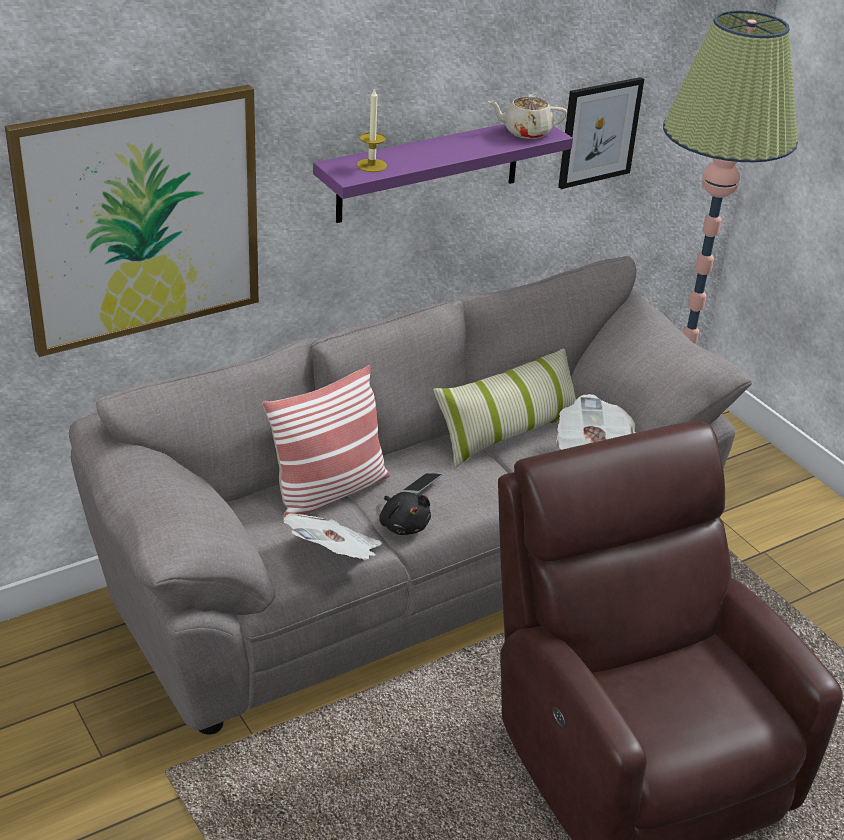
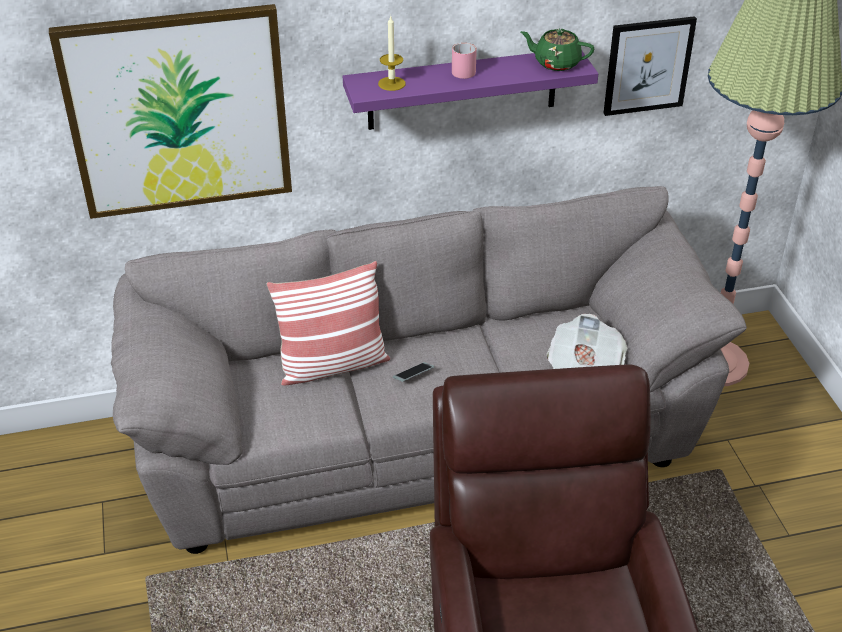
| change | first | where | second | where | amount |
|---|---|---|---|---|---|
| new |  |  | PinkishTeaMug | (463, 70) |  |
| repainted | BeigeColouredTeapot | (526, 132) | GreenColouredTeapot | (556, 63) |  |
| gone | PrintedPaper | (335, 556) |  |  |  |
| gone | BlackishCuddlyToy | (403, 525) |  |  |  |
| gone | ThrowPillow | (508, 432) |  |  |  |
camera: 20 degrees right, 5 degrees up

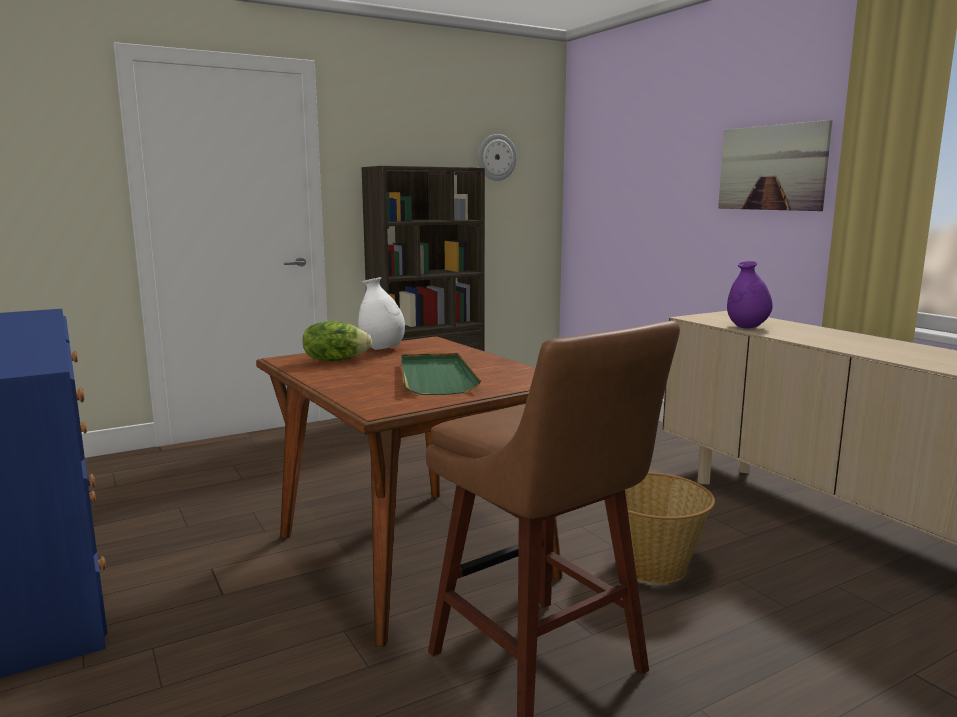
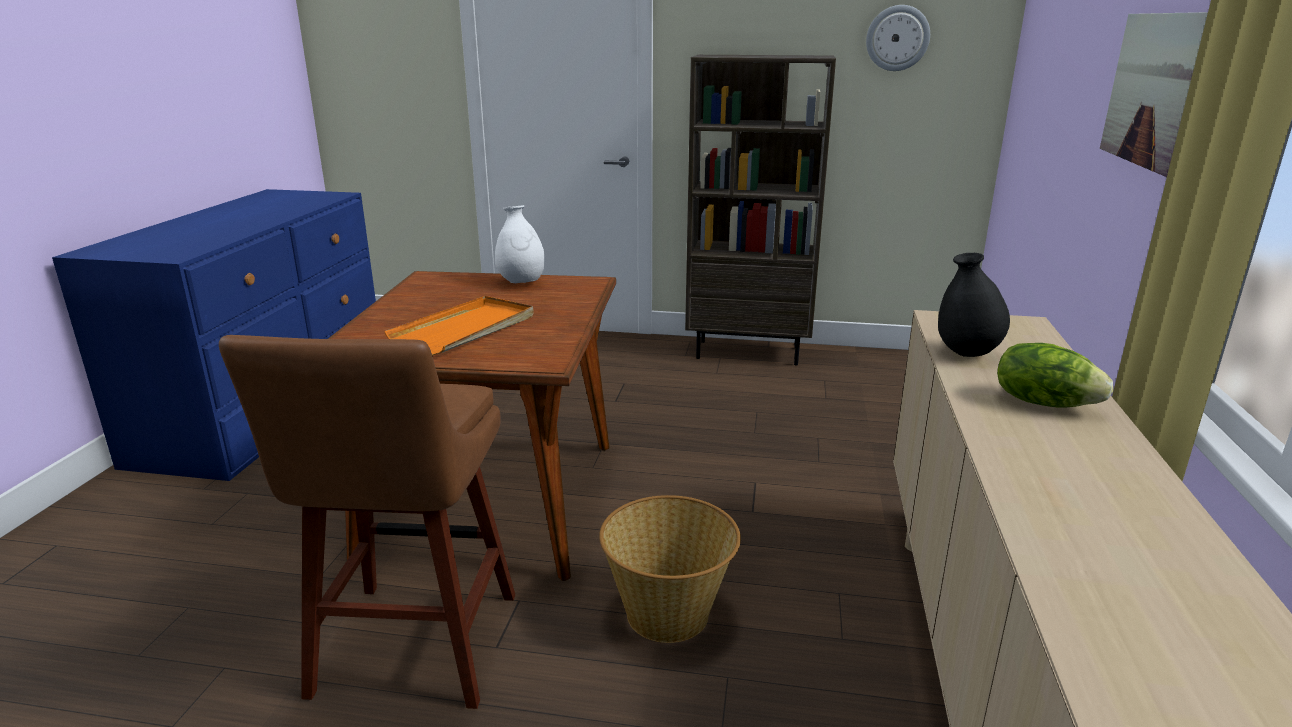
| change | first | where | second | where | amount |
|---|---|---|---|---|---|
| repainted | GreenColouredCarryingTray | (435, 377) | OrangeColouredCarryingTray | (465, 330) |  |
| repainted | PurplishFlowerVase | (747, 327) | BlackishFlowerVase | (967, 353) |  |
| shifted | LettuceHead | (335, 360) |  | (1043, 402) |  |
camera: 40 degrees right, 10 degrees up

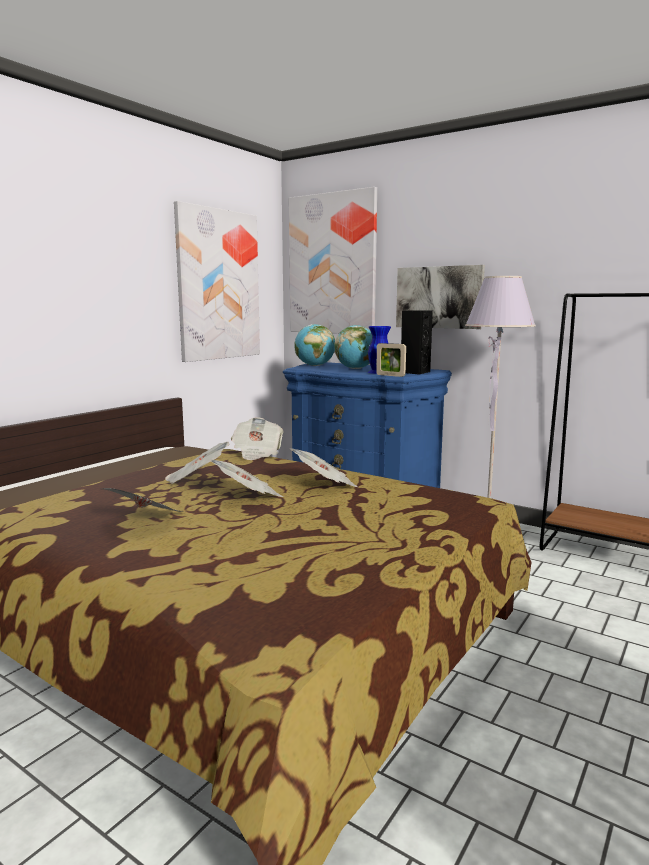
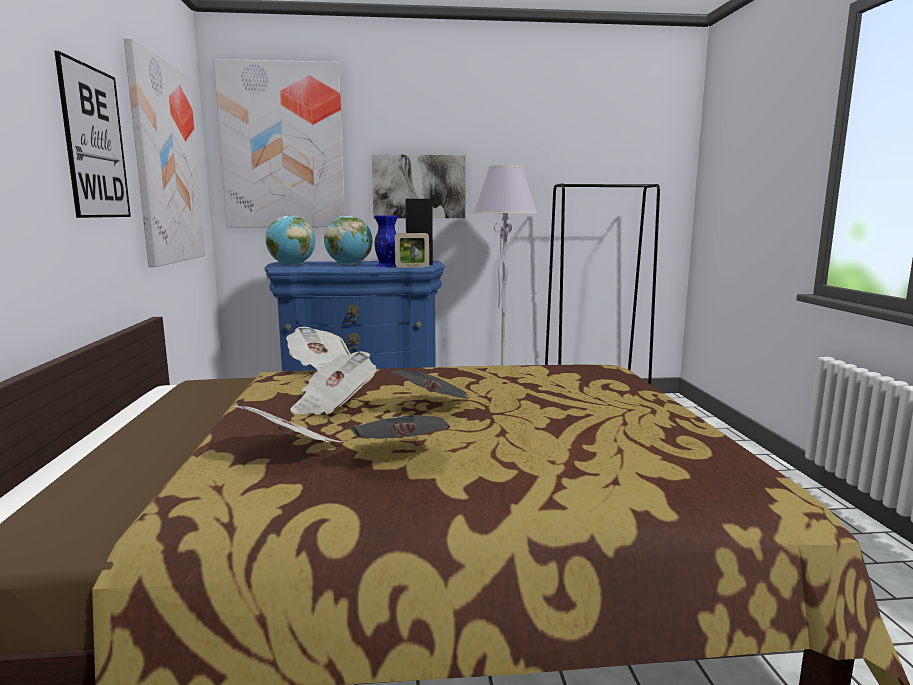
| change | first | where | second | where | amount |
|---|---|---|---|---|---|
| new |  |  | WallArt | (95, 143) |  |
| shifted | PrintedPaper | (324, 485) |  | (292, 451) |  |
camera: 40 degrees left, 0 degrees up

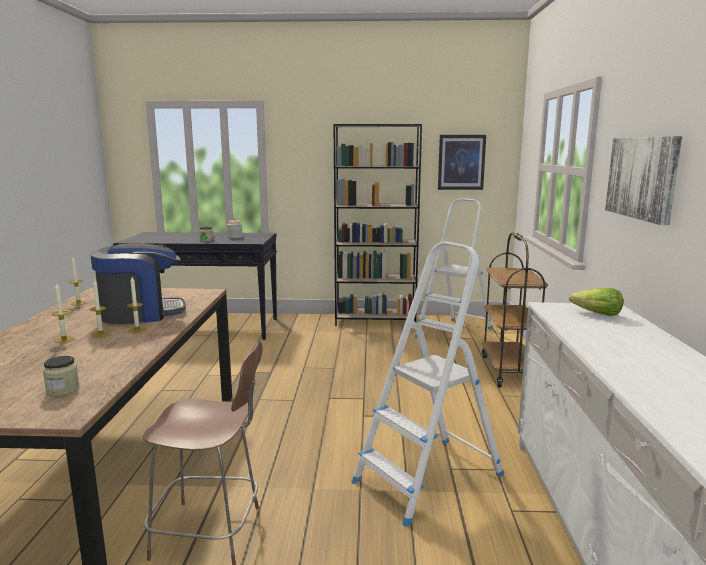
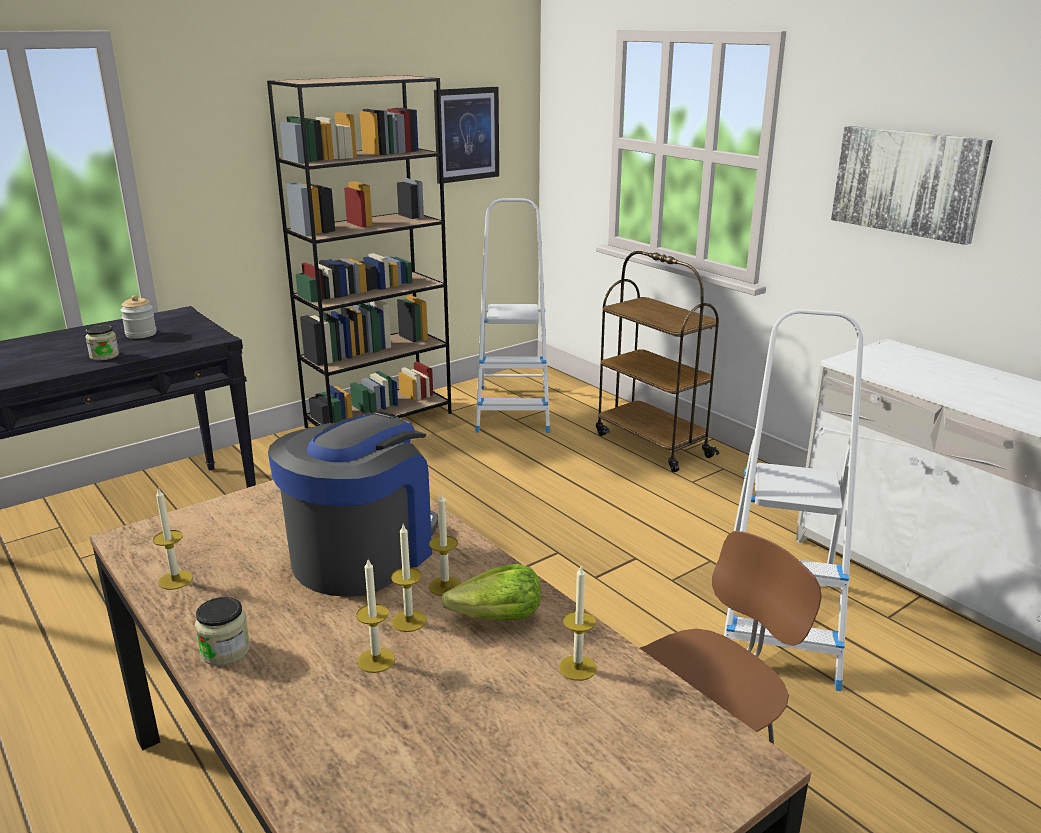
| change | first | where | second | where | amount |
|---|---|---|---|---|---|
| shifted | PreserveJar | (63, 390) |  | (225, 651) |  |
| shifted | LettuceHead | (597, 314) |  | (497, 618) |  |
| new |  |  | WaxCandle | (577, 668) |  |
camera: 40 degrees left, 10 degrees up

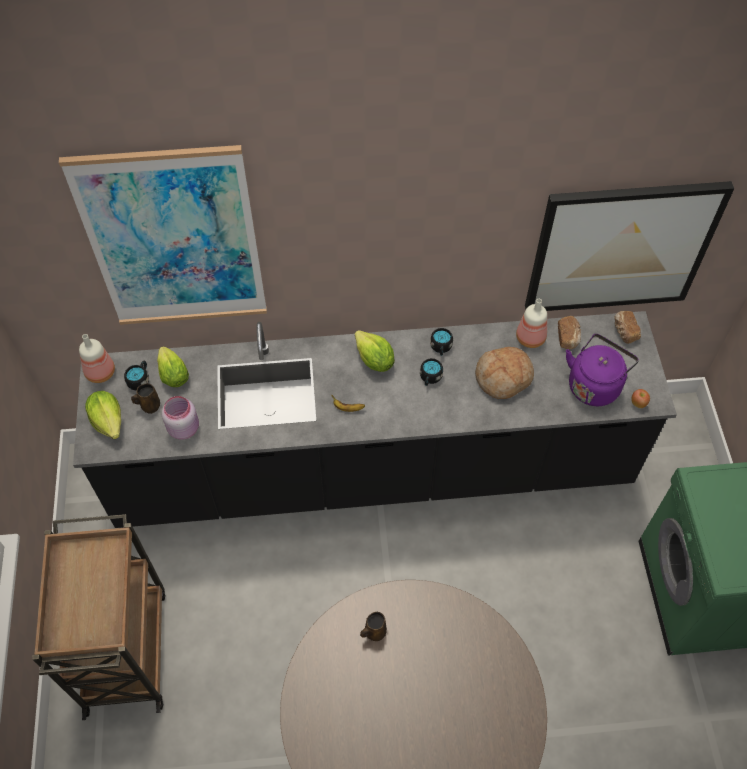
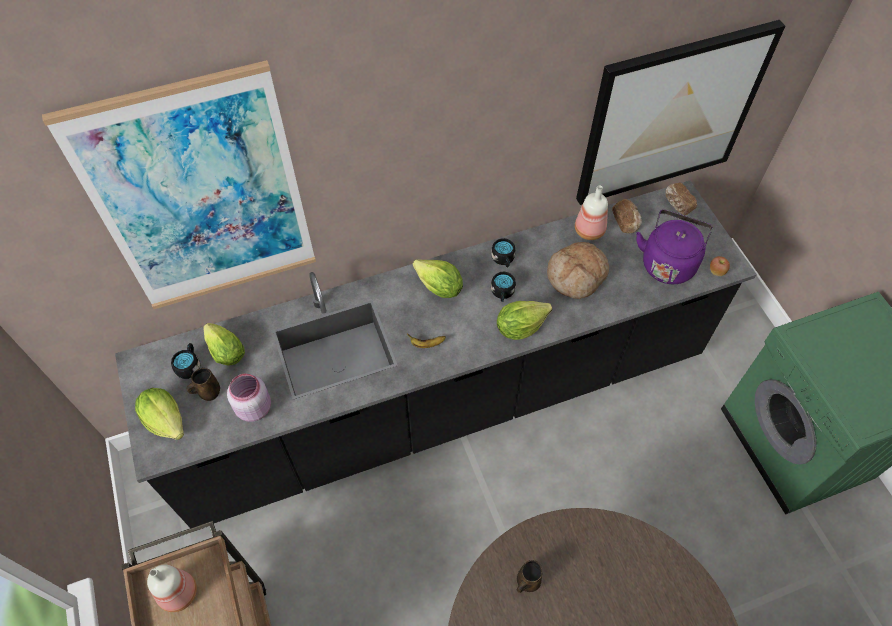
| change | first | where | second | where | amount |
|---|---|---|---|---|---|
| shifted | BeverageBottle | (100, 373) |  | (178, 594) |  |
| new |  |  | LettuceHead | (520, 327) |  |
camera: 15 degrees left, 0 degrees up

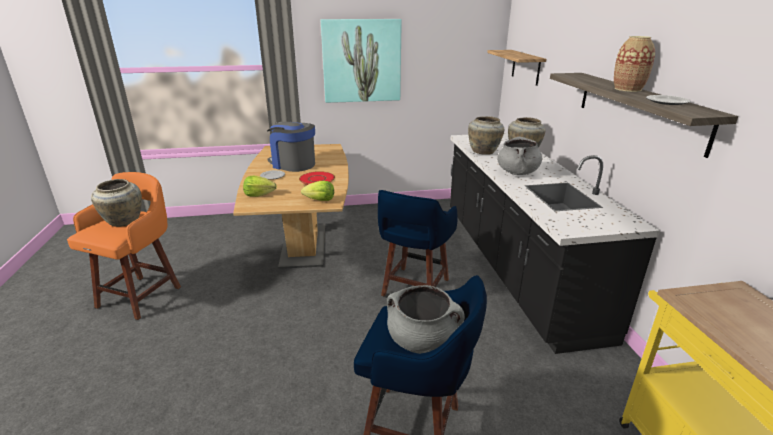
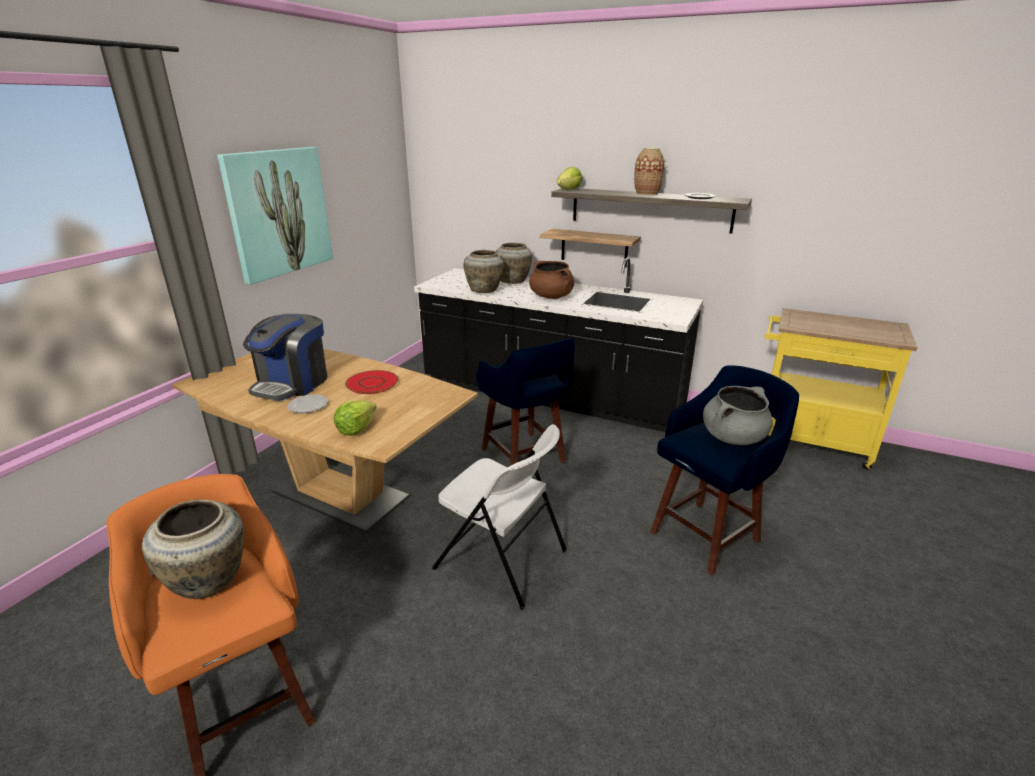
| change | first | where | second | where | amount |
|---|---|---|---|---|---|
| rotated | CoffeeMaker | (293, 164) |  | (292, 384) | 45 degrees counterclockwise |
| new |  |  | WhiteColouredChair | (500, 559) |  |
| repainted | GreyishCookingPot | (517, 172) | BrownCookingPot | (551, 296) |  |
| shifted | Shelf | (526, 67) |  | (594, 247) |  |
| shifted | LettuceHead | (320, 200) |  | (568, 189) |  |
camera: 55 degrees left, 0 degrees up

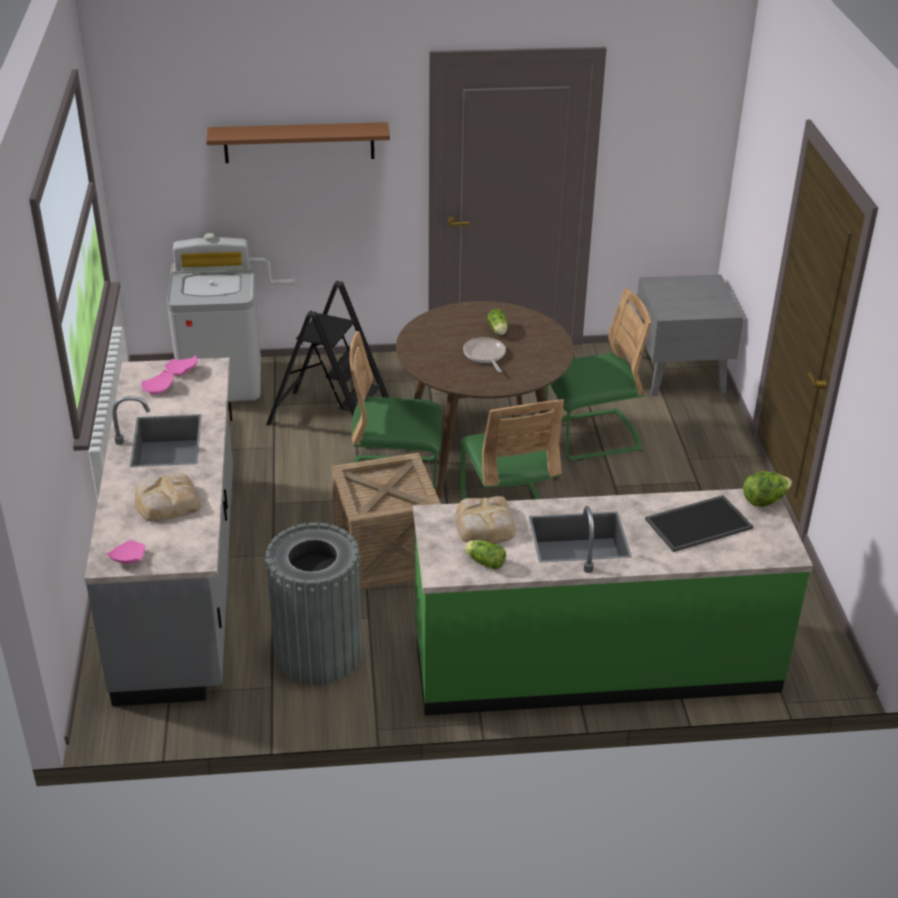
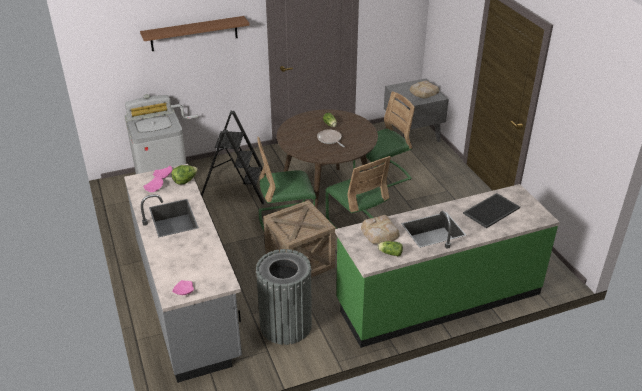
| change | first | where | second | where | amount |
|---|---|---|---|---|---|
| shifted | LettuceHead | (764, 500) |  | (185, 181) |  |
| shifted | BakedBread | (166, 502) |  | (423, 92) |  |
camera: 15 degrees left, 0 degrees up

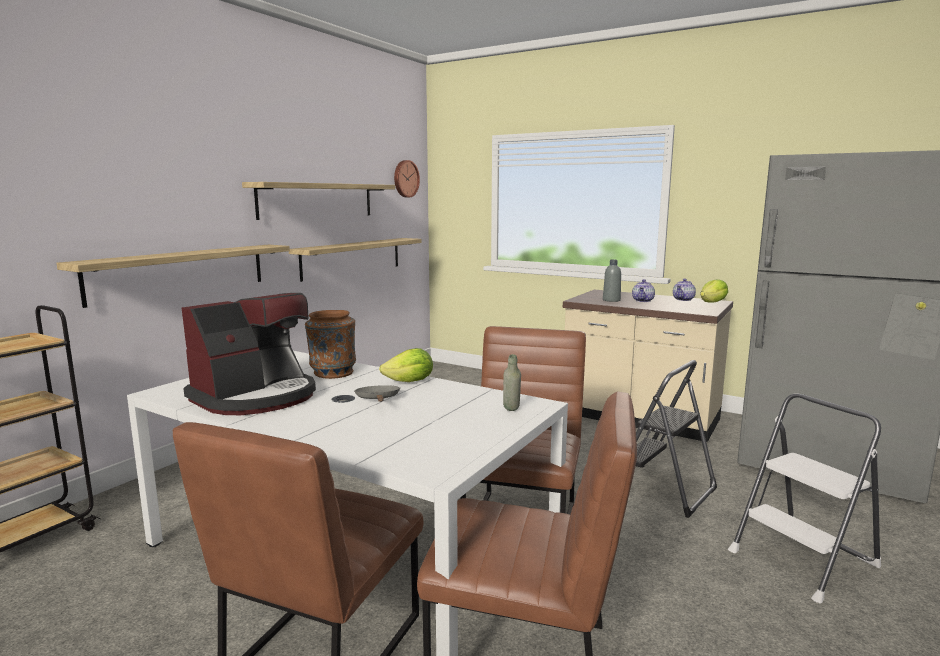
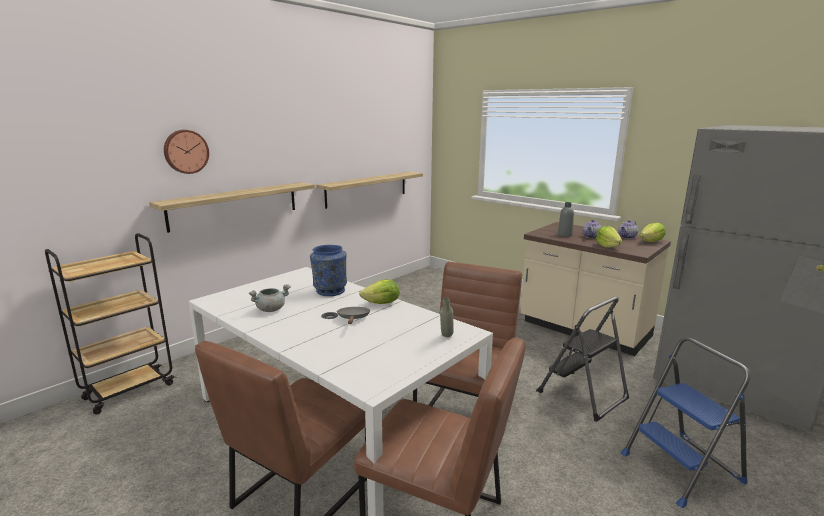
| change | first | where | second | where | amount |
|---|---|---|---|---|---|
| shifted | WallClock | (405, 178) |  | (185, 151) |  |
| swapped | CoffeeMaker | (256, 397) | GreyishCookingPot | (271, 309) |  |
| repainted | BrownFlowerVase | (332, 373) | BlueFlowerVase | (330, 291) |  |
| new |  |  | LettuceHead | (607, 246) |  |
| repainted | WhiteColouredStepLadder | (807, 557) | BlueStepLadder | (685, 467) |  |
| gone | Shelf | (317, 200) |  |  |  |
camera: 10 degrees right, 5 degrees up

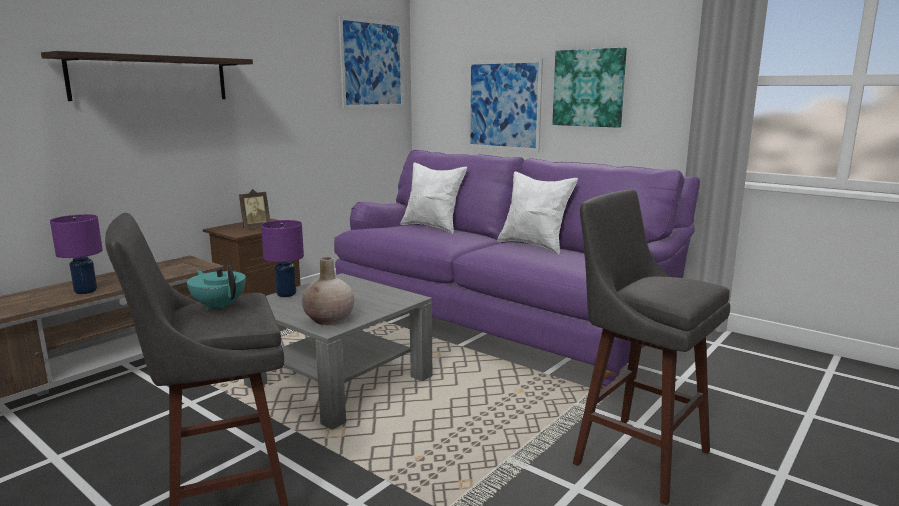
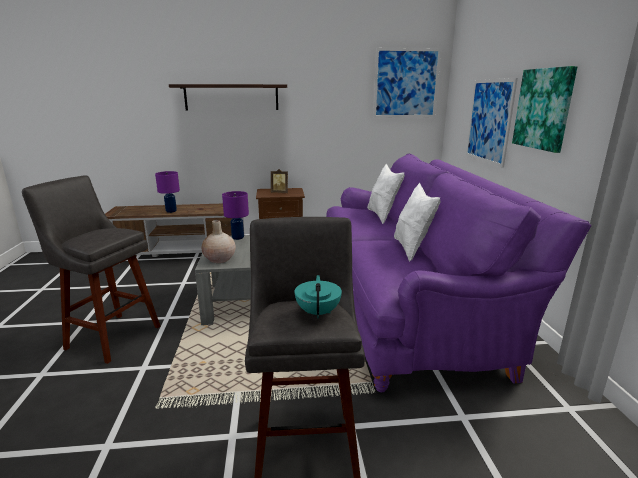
| change | first | where | second | where | amount |
|---|---|---|---|---|---|
| shifted | TurquoiseColouredTeapot | (219, 306) |  | (318, 312) |  |
camera: 45 degrees right, 5 degrees up

